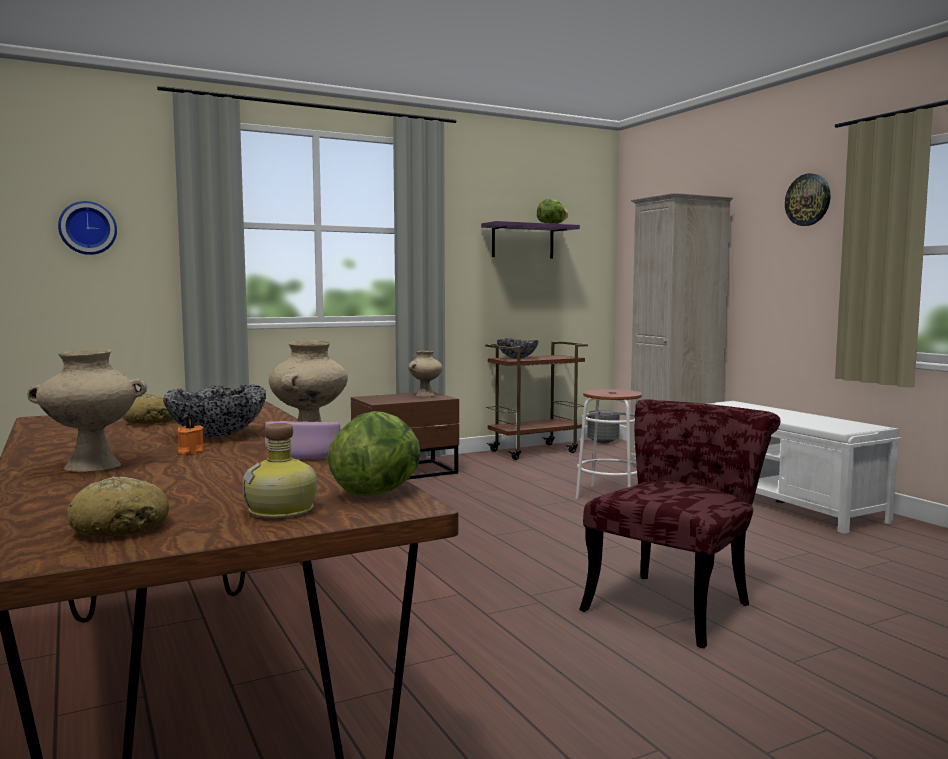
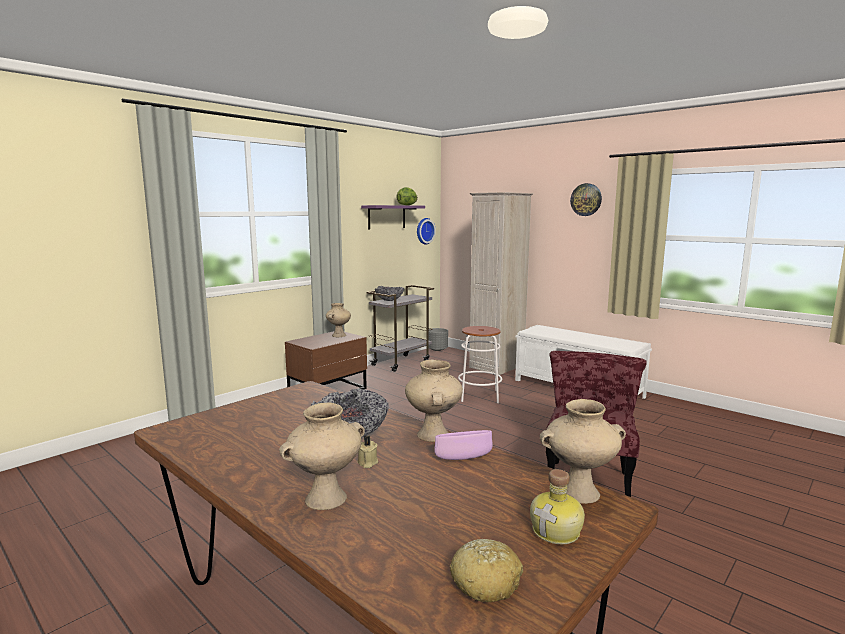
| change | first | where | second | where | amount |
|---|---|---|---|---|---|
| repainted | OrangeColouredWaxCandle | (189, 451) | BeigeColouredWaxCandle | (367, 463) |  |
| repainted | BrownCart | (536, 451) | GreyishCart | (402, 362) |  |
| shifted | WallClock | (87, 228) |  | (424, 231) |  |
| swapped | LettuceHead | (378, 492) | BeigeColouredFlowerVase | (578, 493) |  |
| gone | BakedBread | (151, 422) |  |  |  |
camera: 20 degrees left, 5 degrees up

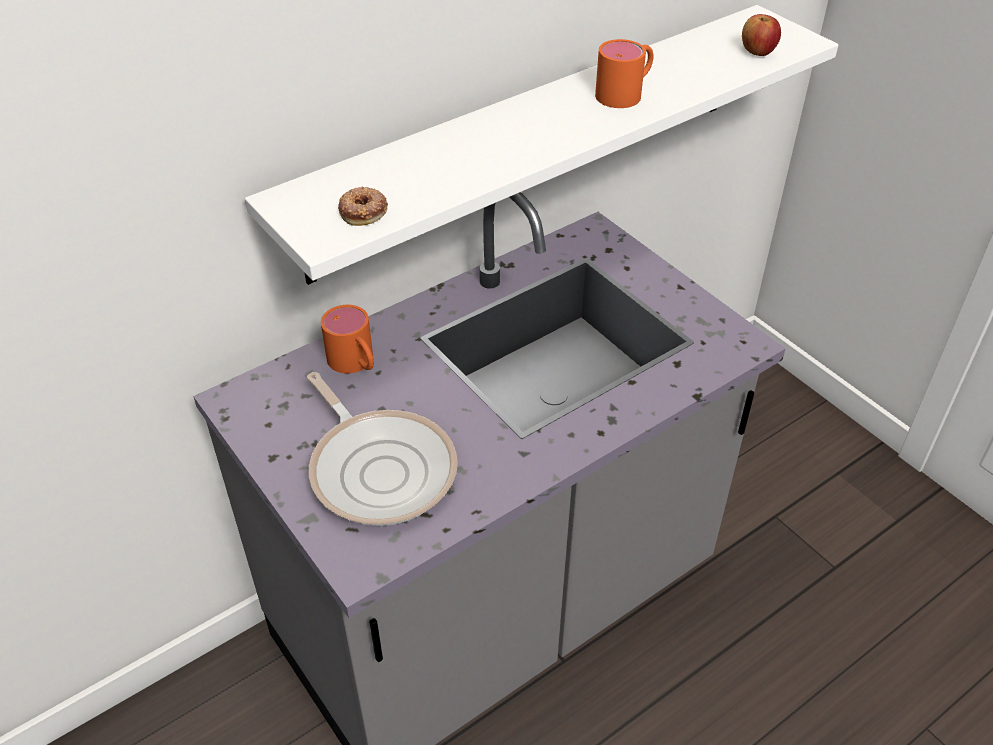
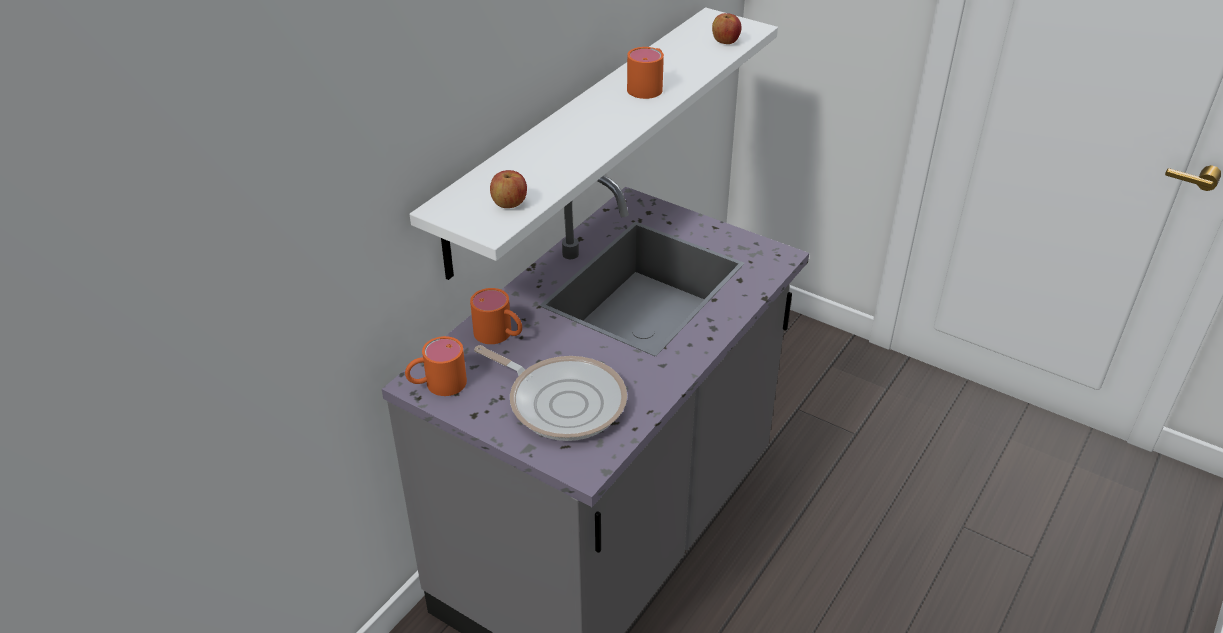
| change | first | where | second | where | amount |
|---|---|---|---|---|---|
| new |  |  | OrangeColouredTeaMug | (437, 384) |  |
| swapped | Doughnut | (363, 211) | AppleFruit | (509, 204) |  |
camera: 20 degrees left, 5 degrees down

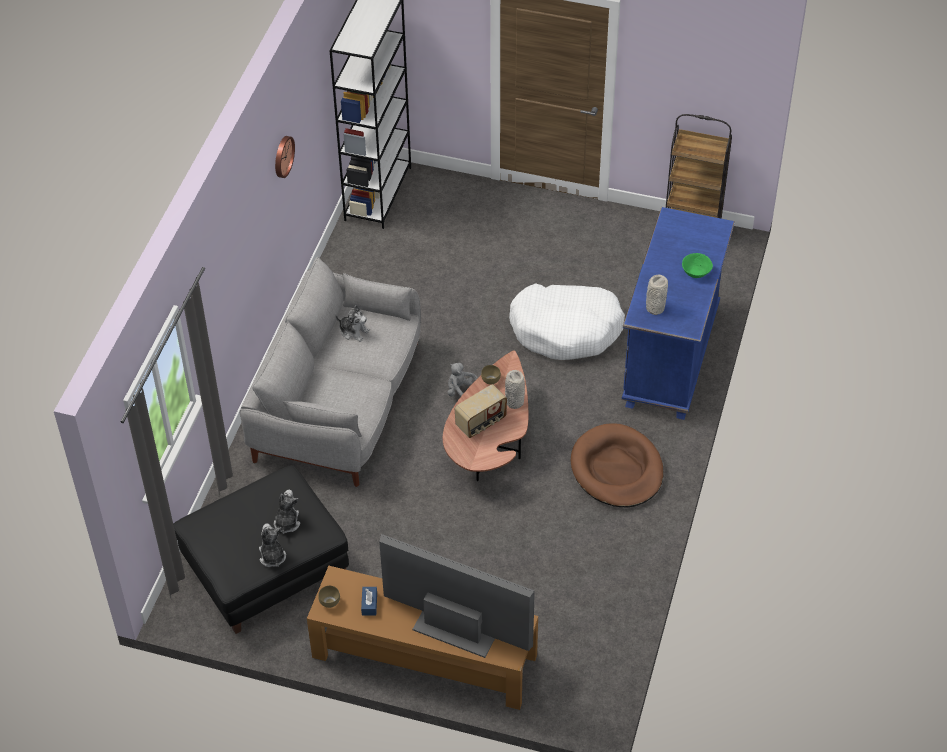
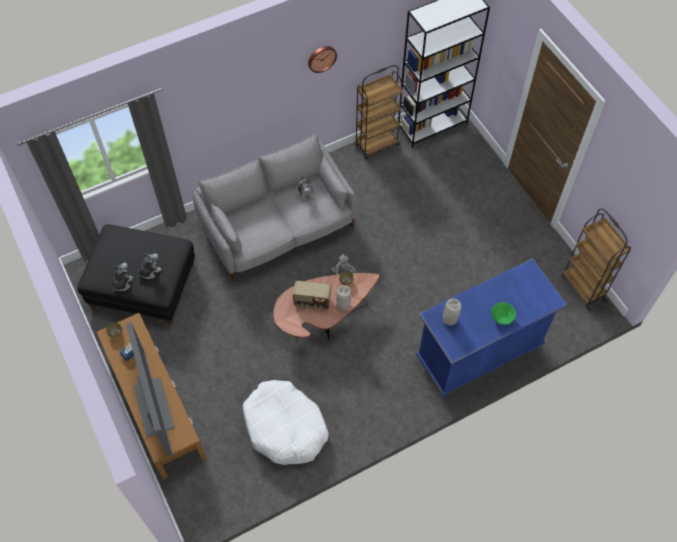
| change | first | where | second | where | amount |
|---|---|---|---|---|---|
| shifted | WhiteColouredDogBed | (566, 329) |  | (285, 427) |  |
| new |  |  | BrownCart | (376, 145) |  |
| gone | BrownDogBed | (617, 469) |  |  |  |
camera: 45 degrees right, 10 degrees up

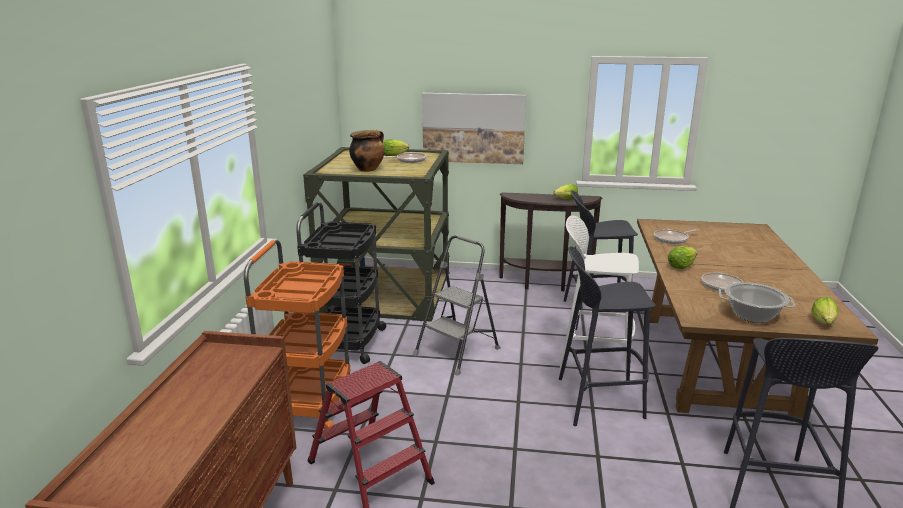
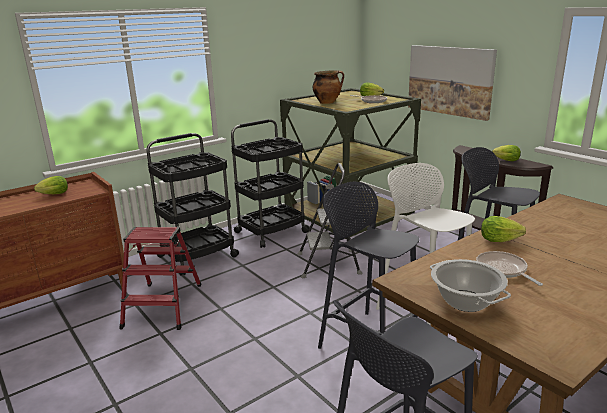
| change | first | where | second | where | amount |
|---|---|---|---|---|---|
| shifted | LettuceHead | (823, 323) |  | (52, 195) |  |
| repainted | OrangeColouredCart | (310, 404) | BlackishCart | (198, 256) |  |
| gone | Pan | (672, 239) |  |  |  |
camera: 45 degrees right, 0 degrees up

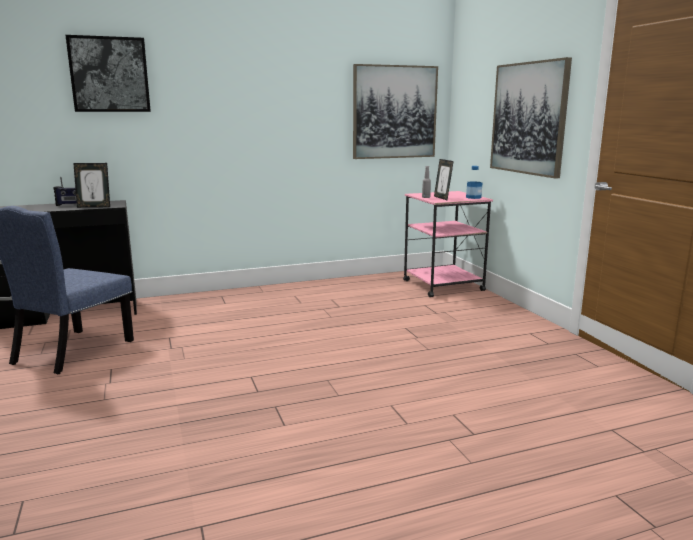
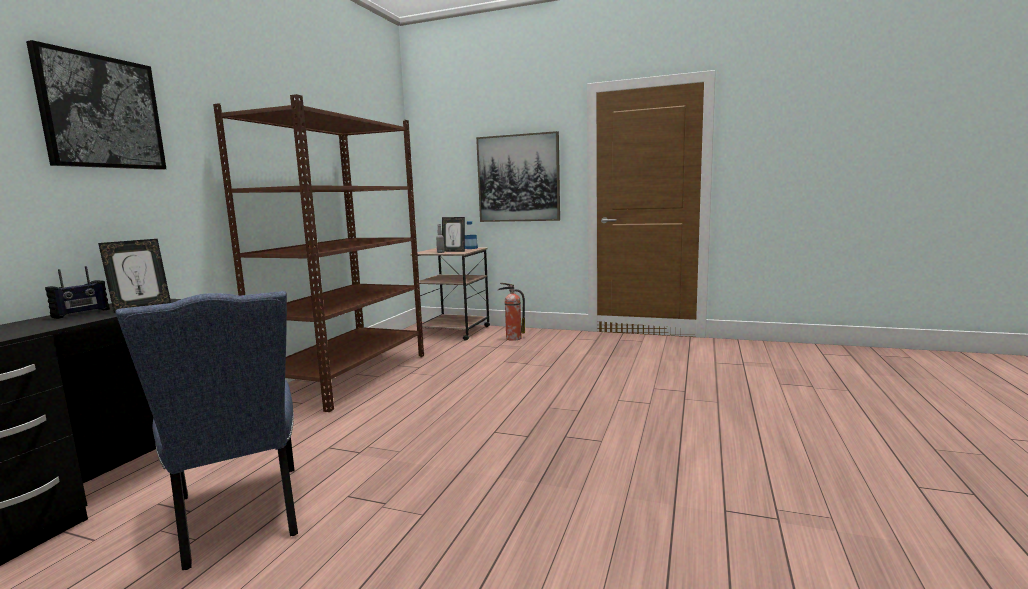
| change | first | where | second | where | amount |
|---|---|---|---|---|---|
| new |  |  | BrownShelvingUnit | (348, 376) |  |
| repainted | PinkishCart | (443, 286) | BrownCart | (455, 331) |  |
| new |  |  | Extinguisher | (512, 338) |  |
| gone | WallArt | (394, 112) |  |  |  |
camera: 50 degrees left, 5 degrees down

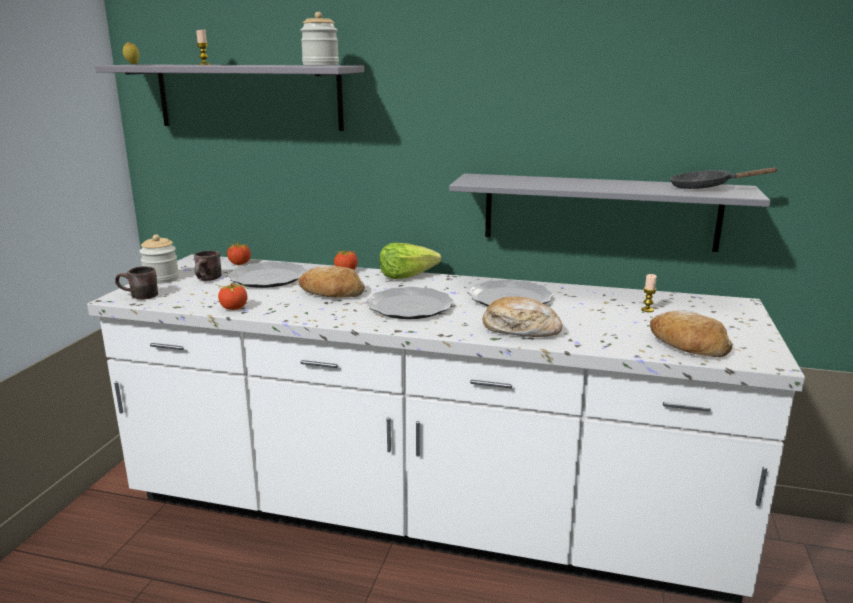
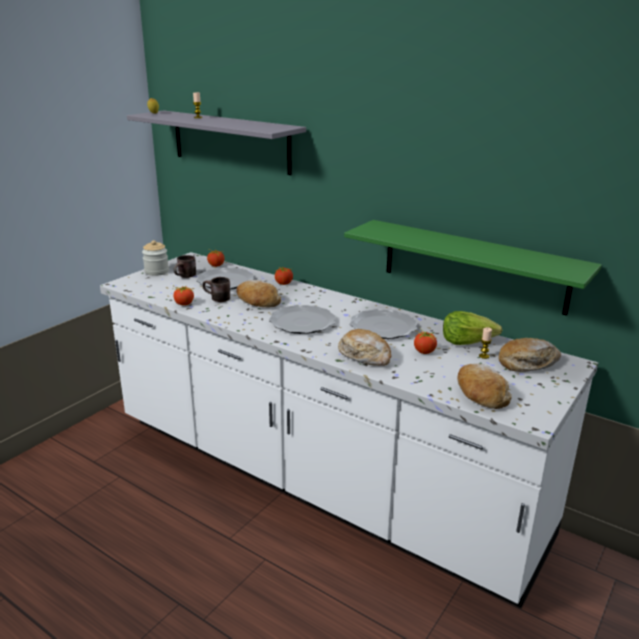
| change | first | where | second | where | amount |
|---|---|---|---|---|---|
| shifted | BrownTeaMug | (138, 297) |  | (216, 299) |  |
| repainted | GreyishShelf | (599, 212) | GreenColouredShelf | (473, 266) |  |
| new |  |  | WholeTomato | (424, 351) |  |
| shifted | LettuceHead | (407, 276) |  | (467, 341) |  |
| new |  |  | BakedBread | (527, 363) |  |
| gone | PreserveJar | (320, 65) |  |  |  |
| gone | BlackishPan | (706, 188) |  |  |  |
camera: 20 degrees right, 5 degrees up

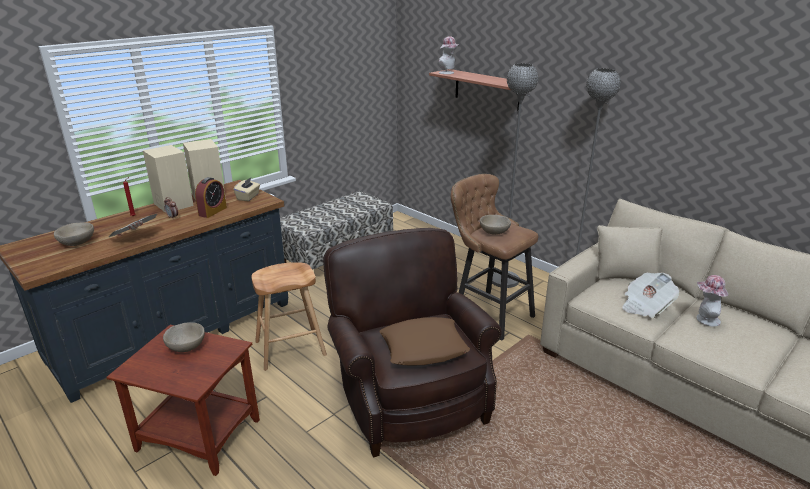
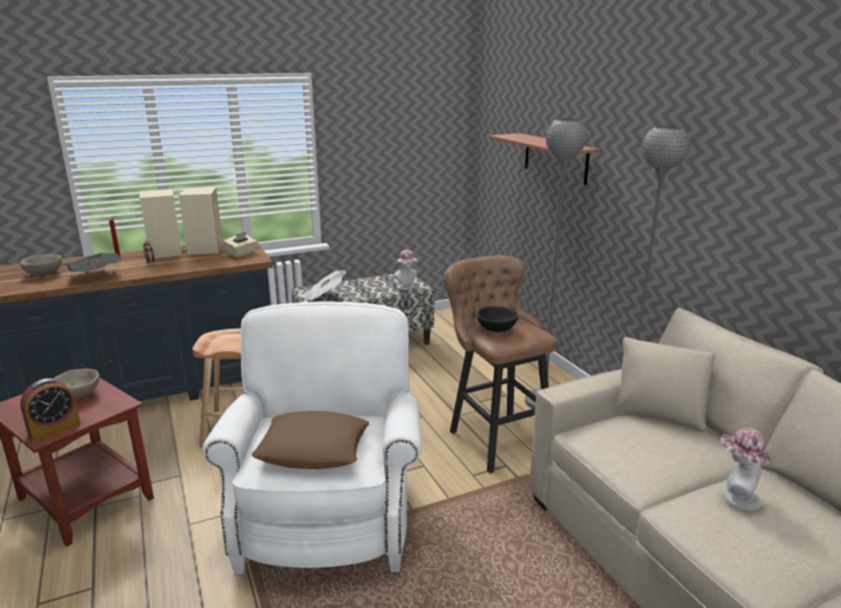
| change | first | where | second | where | amount |
|---|---|---|---|---|---|
| shifted | BedsideClock | (212, 211) |  | (54, 429) |  |
| repainted | BrownArmchair | (408, 396) | WhiteColouredArmchair | (327, 513) |  |
| shifted | PrintedPaper | (645, 306) |  | (323, 296) |  |
| shifted | WearableHat | (448, 73) |  | (406, 287) |  |
| repainted | BeigeColouredBowl | (494, 232) | BlackishBowl | (496, 329) |  |
camera: 20 degrees right, 5 degrees down

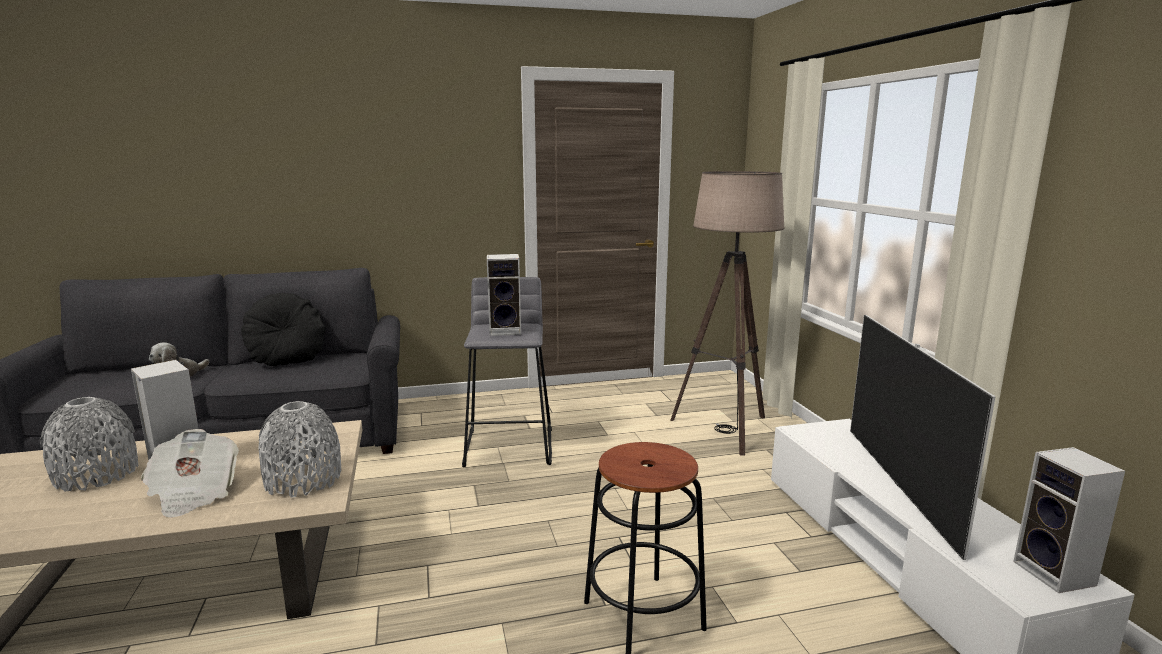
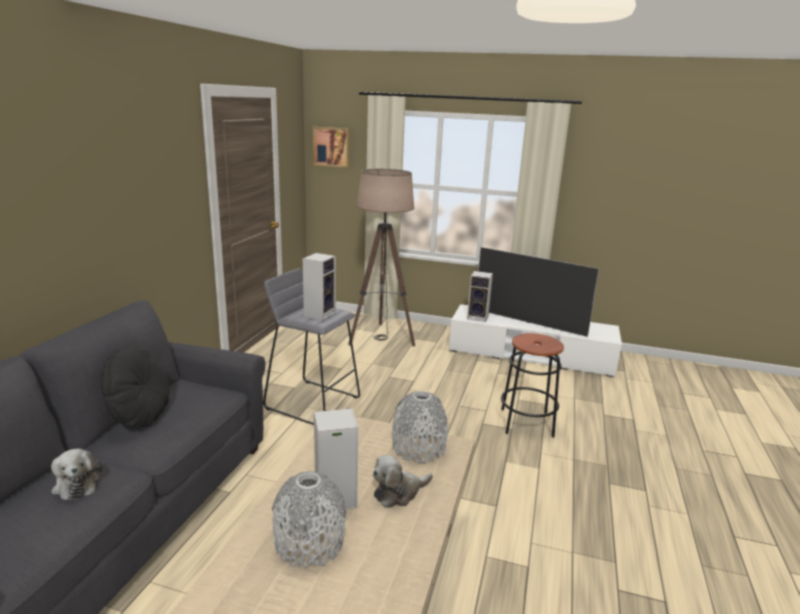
| change | first | where | second | where | amount |
|---|---|---|---|---|---|
| new |  |  | WallArt | (332, 147) |  |
| swapped | PrintedPaper | (194, 493) | CuddlyToy | (399, 493) |  |
| shifted | Speaker | (1057, 575) |  | (478, 317) |  |
camera: 60 degrees left, 5 degrees up

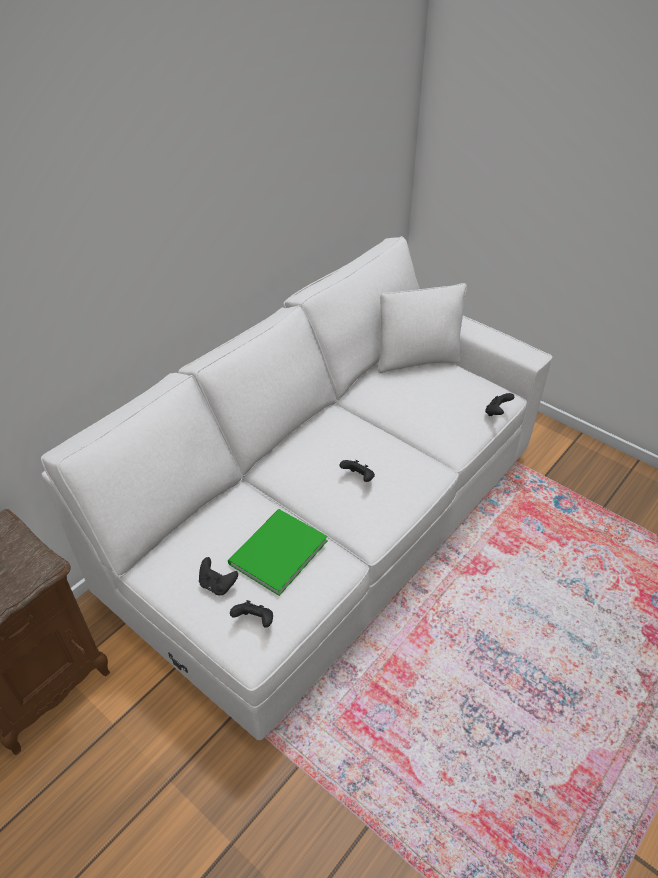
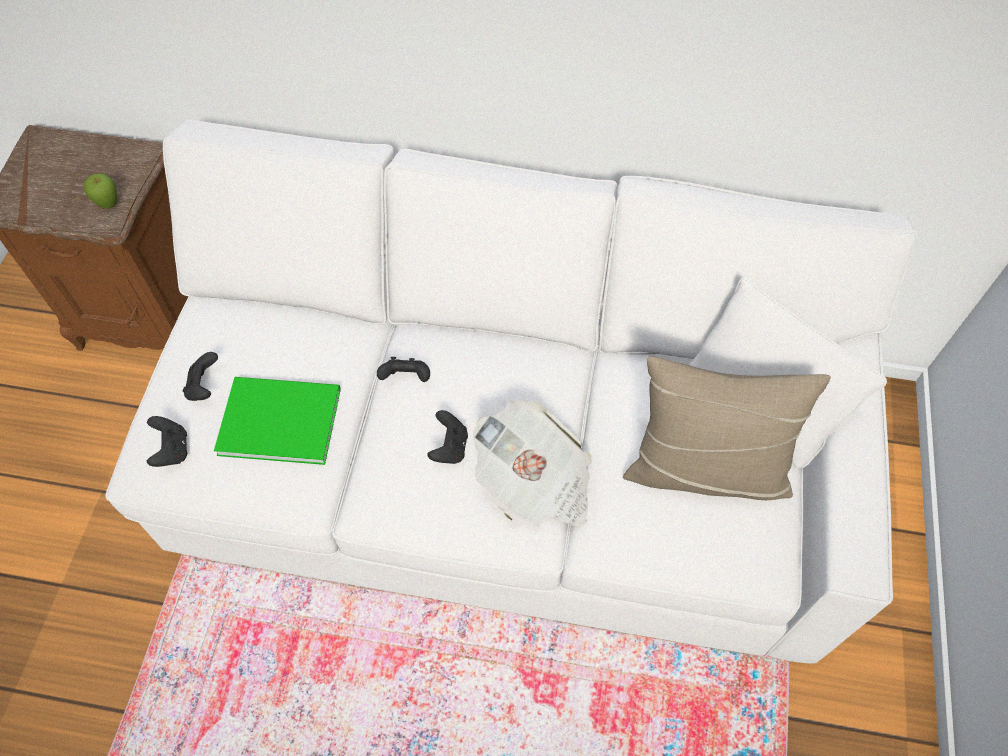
| change | first | where | second | where | amount |
|---|---|---|---|---|---|
| new |  |  | AppleFruit | (109, 205) |  |
| shifted | BlackishGameController | (497, 412) |  | (406, 378) |  |
| new |  |  | PrintedPaper | (535, 482) |  |
| new |  |  | BeigeColouredThrowPillow | (706, 468) |  |
camera: 60 degrees right, 15 degrees up

